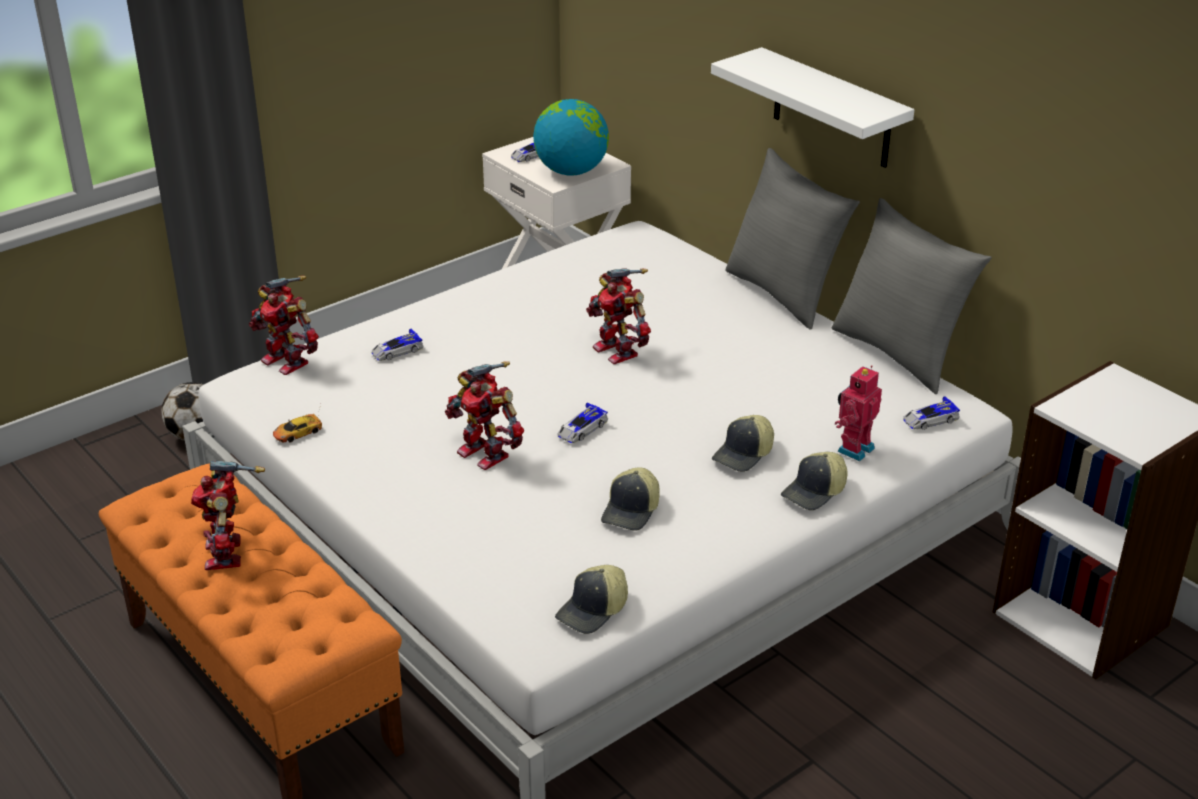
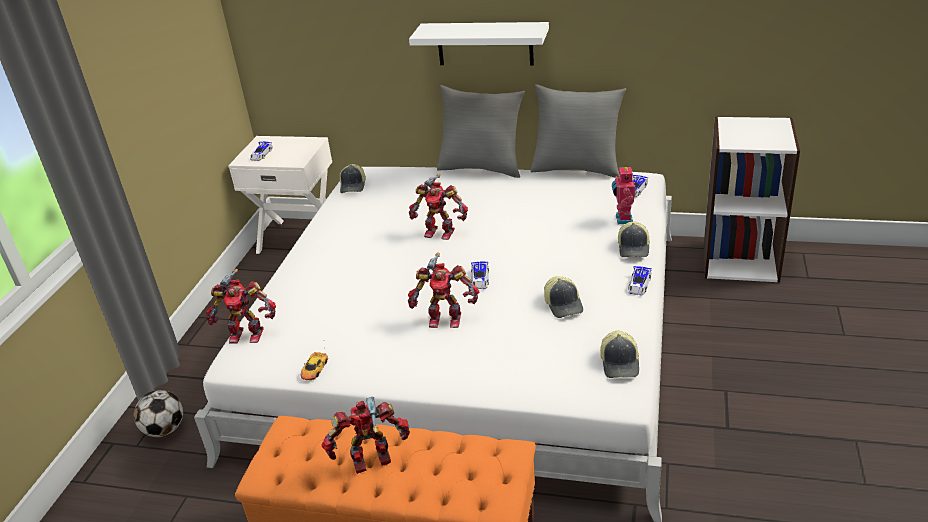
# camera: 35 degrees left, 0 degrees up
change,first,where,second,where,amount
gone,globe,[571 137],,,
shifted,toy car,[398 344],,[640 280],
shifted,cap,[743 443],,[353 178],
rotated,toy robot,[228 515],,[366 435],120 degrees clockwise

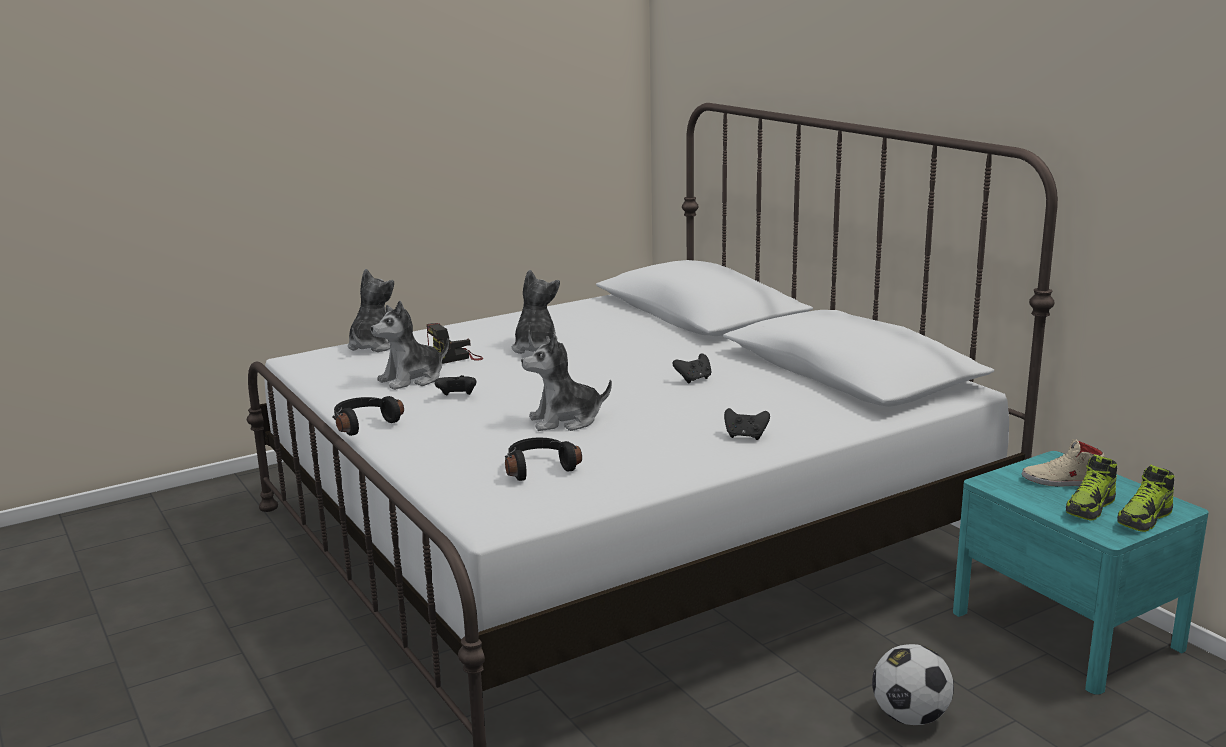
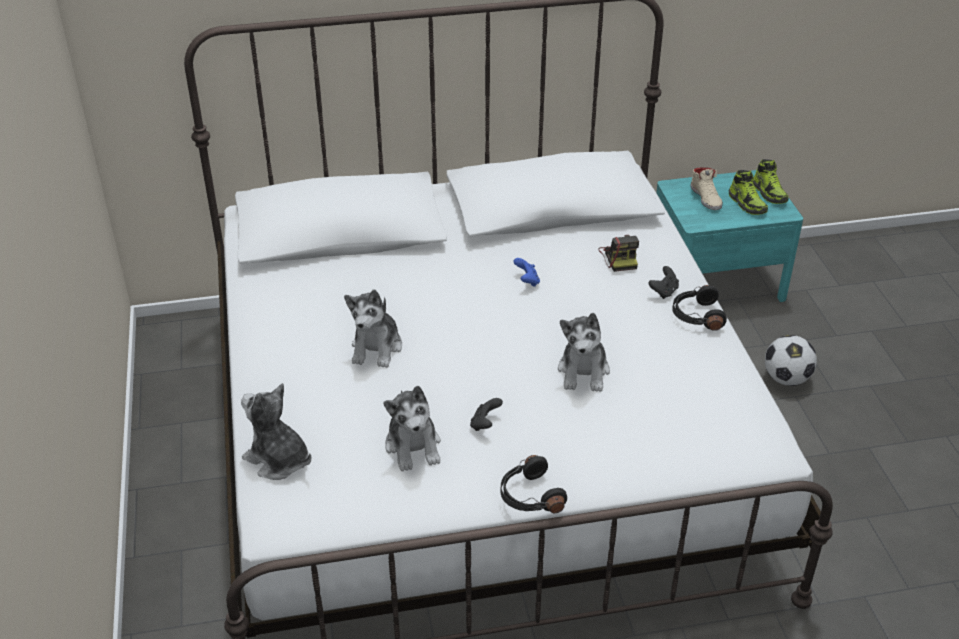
# camera: 70 degrees left, 20 degrees up
change,first,where,second,where,amount
shifted,photo camera,[455 343],,[618 253],
shifted,headphones/black,[543 459],,[699 308],
repainted,game controller/black,[692 368],game controller/blue,[526 272],
rotated,plush toy,[535 312],,[373 328],105 degrees counterclockwise
rotated,shoe/beige,[1064 463],,[707 188],45 degrees counterclockwise

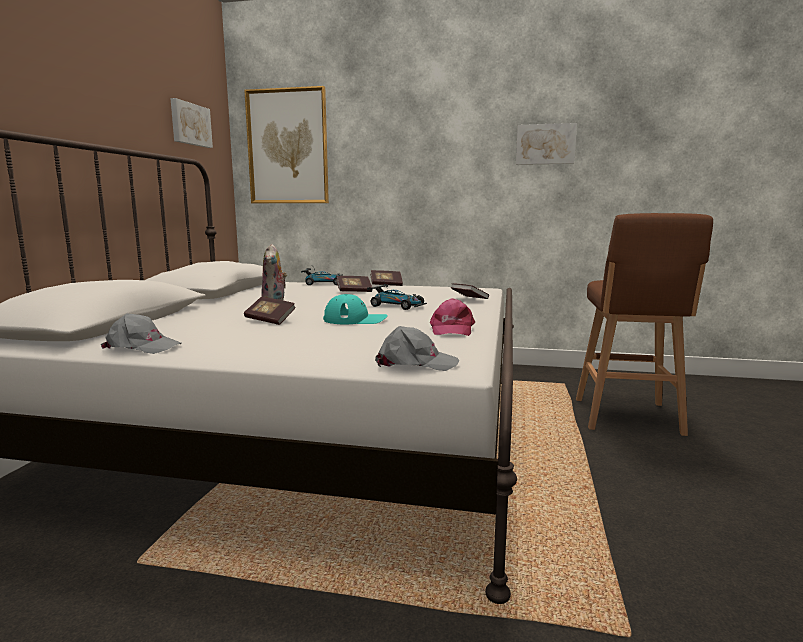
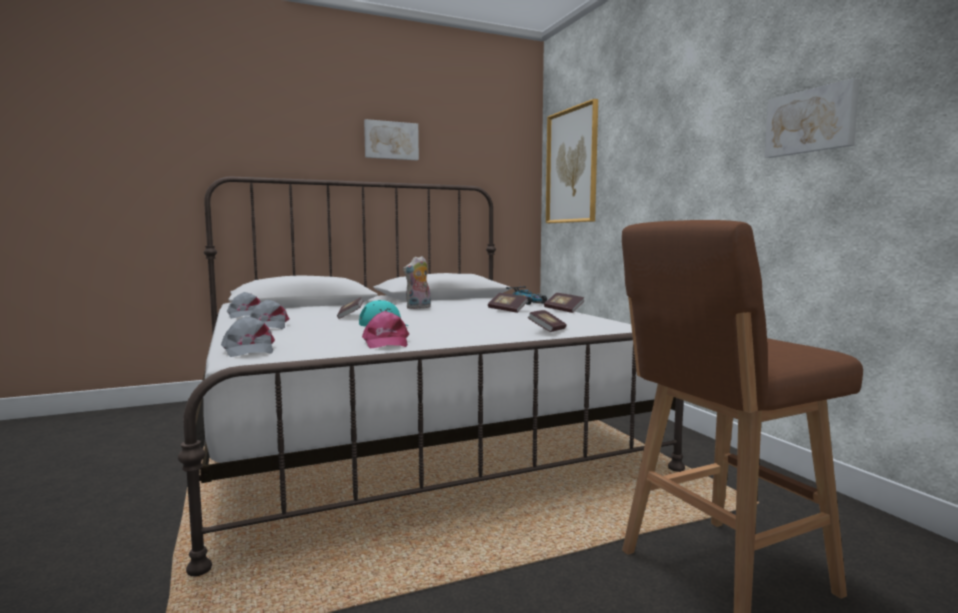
# camera: 55 degrees right, 5 degrees down
change,first,where,second,where,amount
gone,toy car,[397 296],,,
new,,,cap/grey,[270 314],
shifted,picture,[191 123],,[391 139],
rotated,cap/pink,[452 317],,[385 330],75 degrees counterclockwise

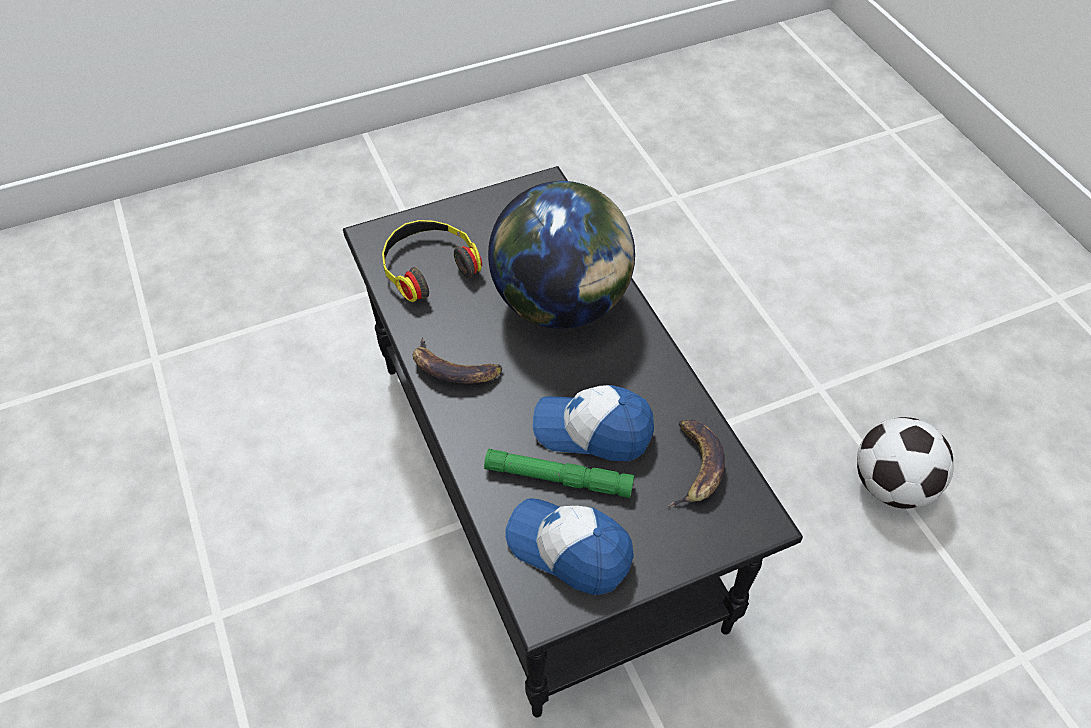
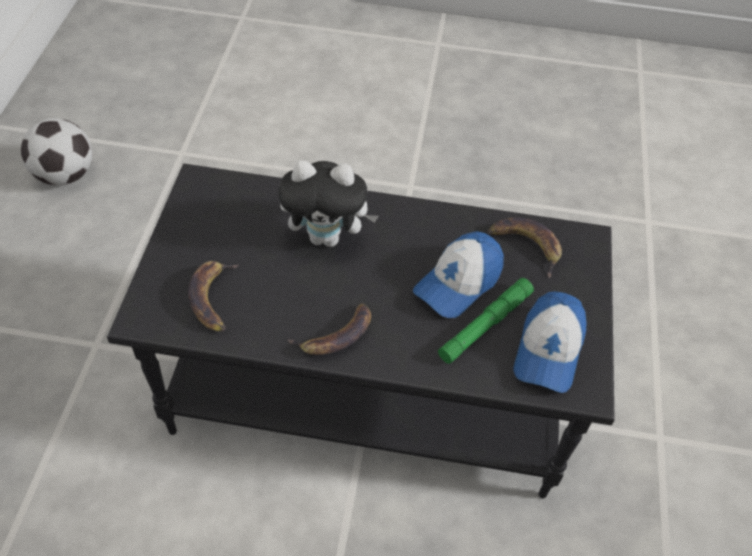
# camera: 60 degrees left, 0 degrees up
change,first,where,second,where,amount
shifted,football,[905 463],,[56 152],
swapped,headphones,[432 261],banana,[213 296],
swapped,globe,[561 255],plush toy,[329 203],
rotated,cap,[569 546],,[550 342],45 degrees counterclockwise

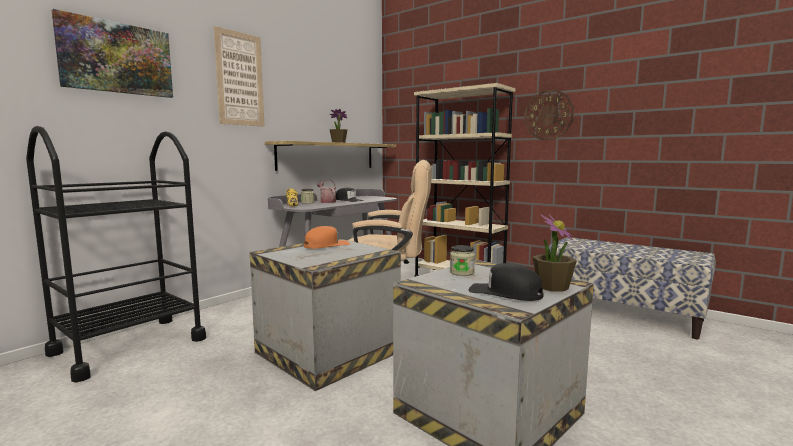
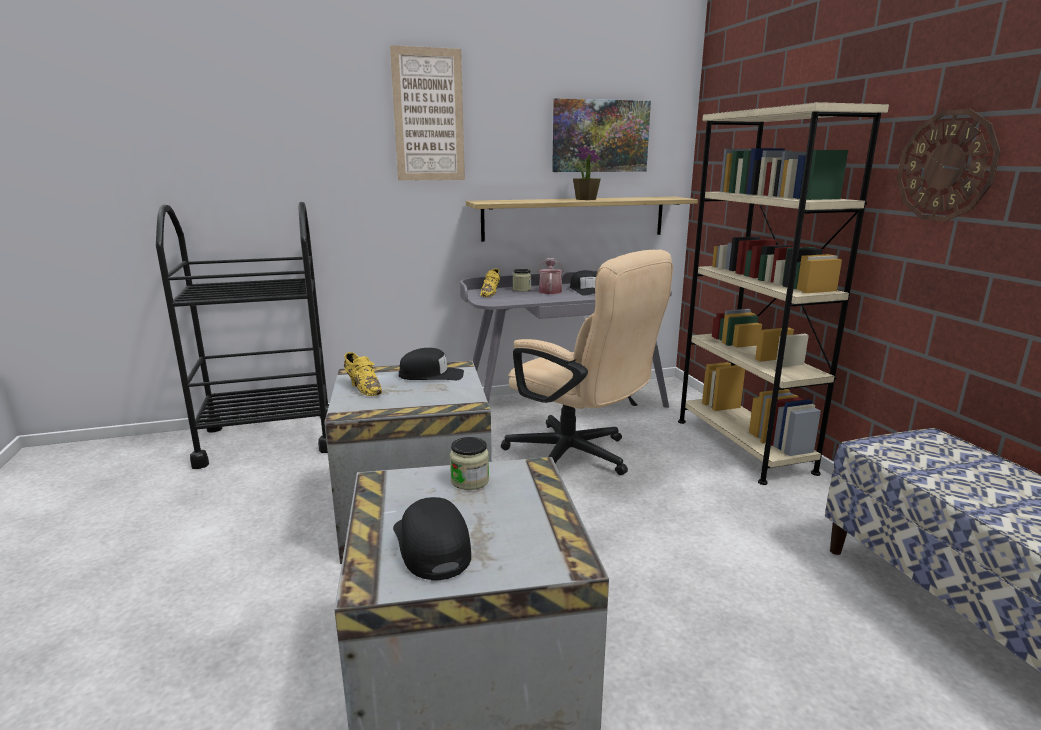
# camera: 35 degrees right, 10 degrees up
change,first,where,second,where,amount
gone,potted plant,[555 253],,,
new,,,shoe/yellow,[363 374],
shifted,picture,[112 53],,[601 135],
repainted,cap/orange,[327 237],cap/black,[431 364],

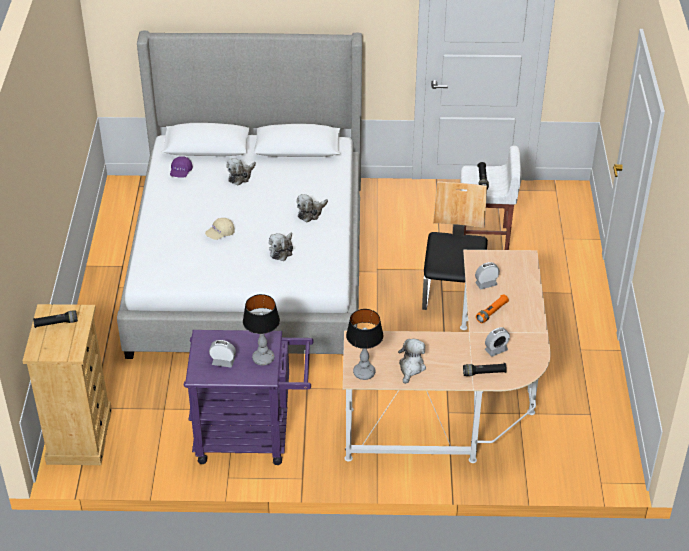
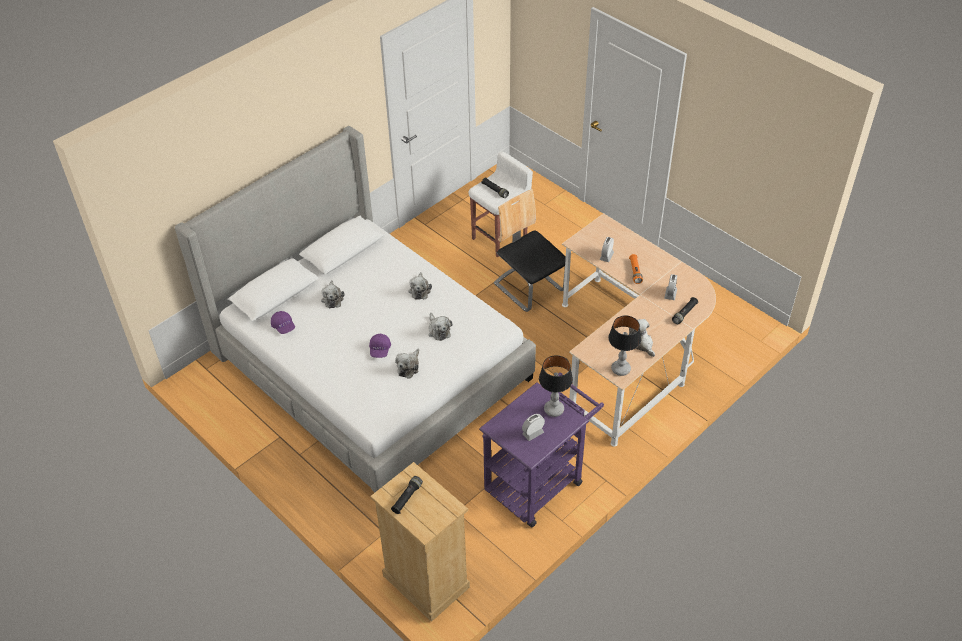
# camera: 45 degrees left, 5 degrees up
change,first,where,second,where,amount
new,,,plush toy,[407 364],
repainted,cap/beige,[220 229],cap/purple,[380 346],

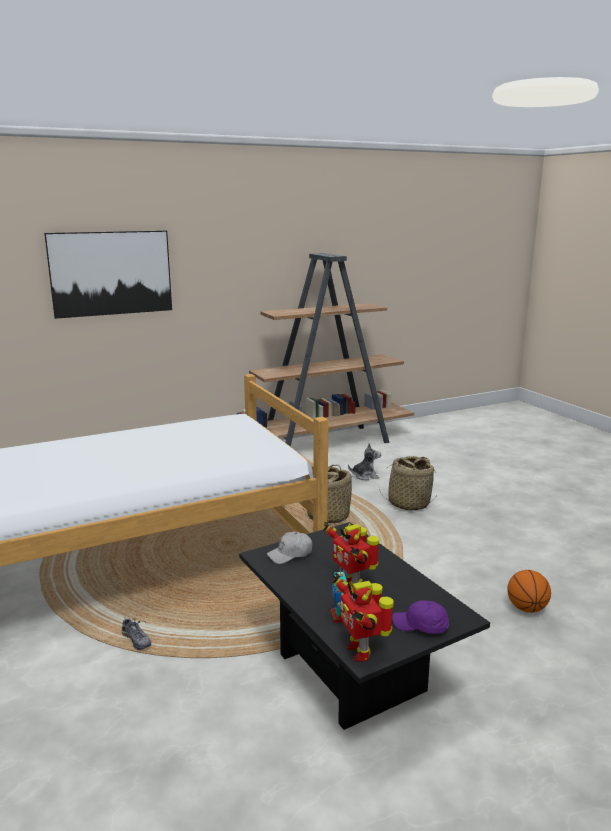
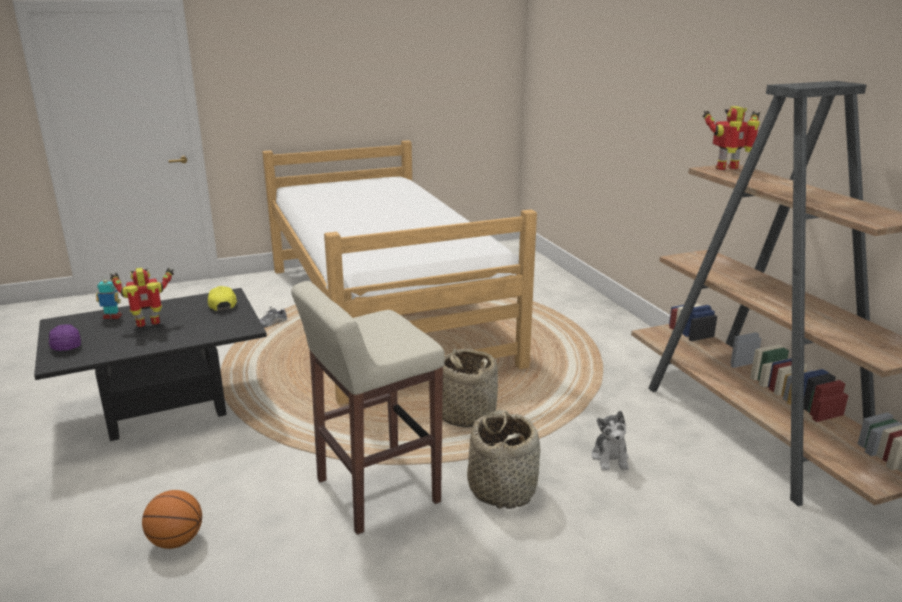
# camera: 95 degrees right, 5 degrees up
change,first,where,second,where,amount
gone,picture,[108 275],,,
new,,,stool/beige,[368 408],
shifted,toy robot,[363 617],,[731 138],
repainted,cap/white,[290 548],cap/yellow,[222 298],
rotated,cap/purple,[420 617],,[65 337],60 degrees counterclockwise

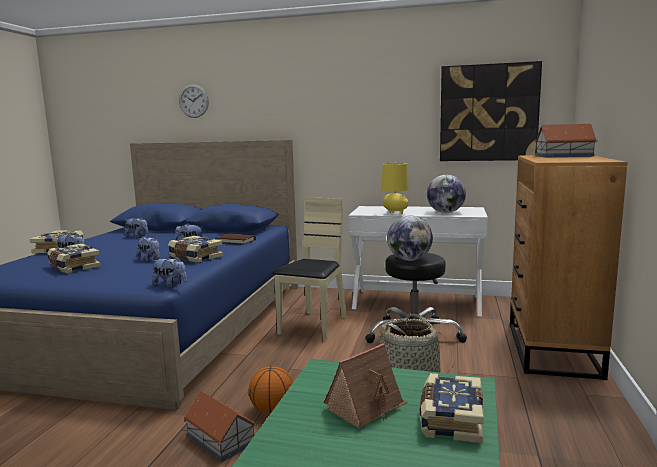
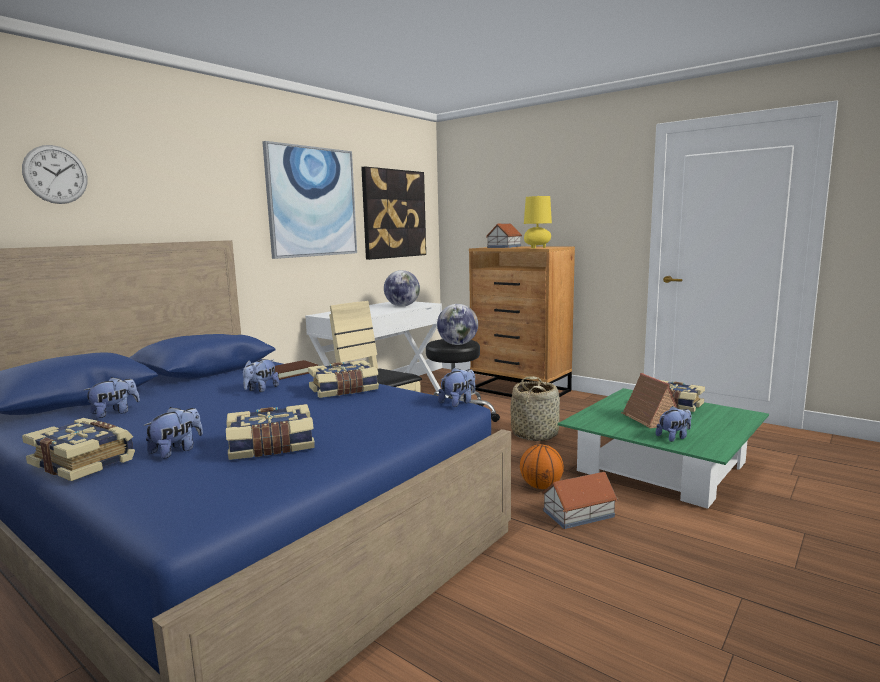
# camera: 65 degrees left, 0 degrees up
change,first,where,second,where,amount
new,,,picture,[309 200],
shifted,plush toy,[147 249],,[674 424],
shifted,table lamp/yellow,[395 189],,[538 222],

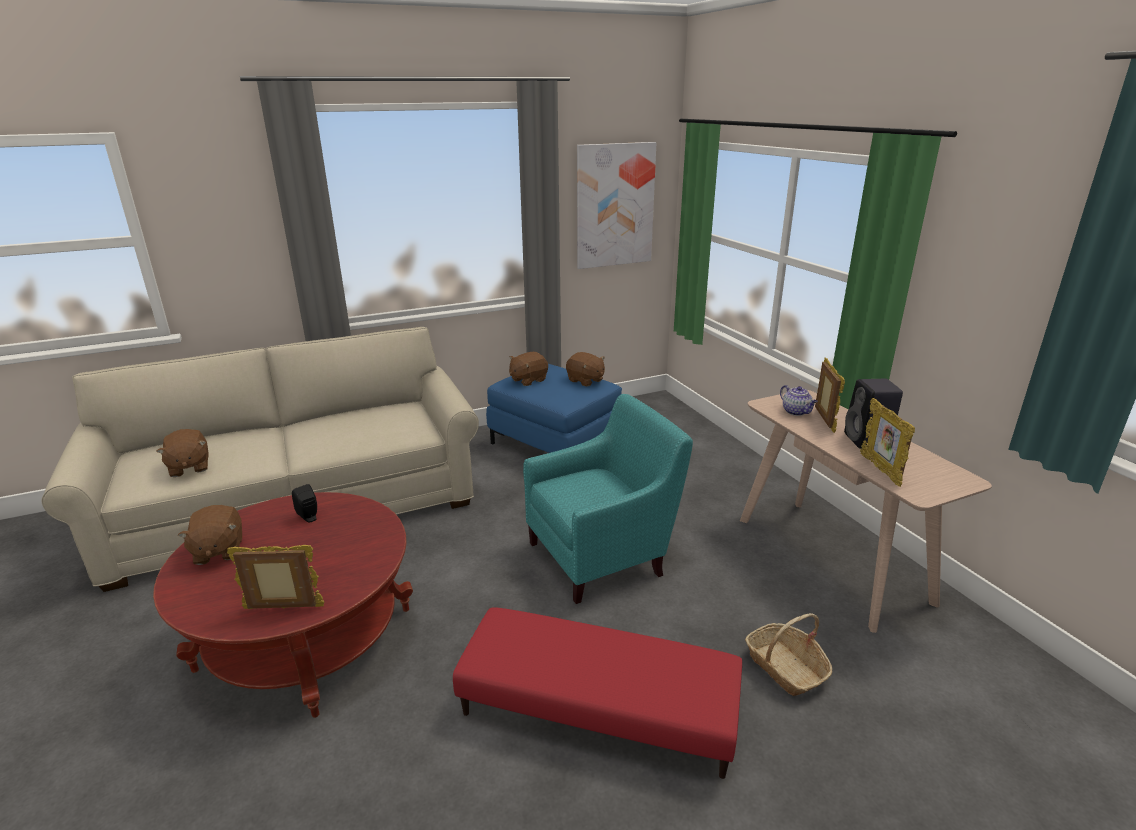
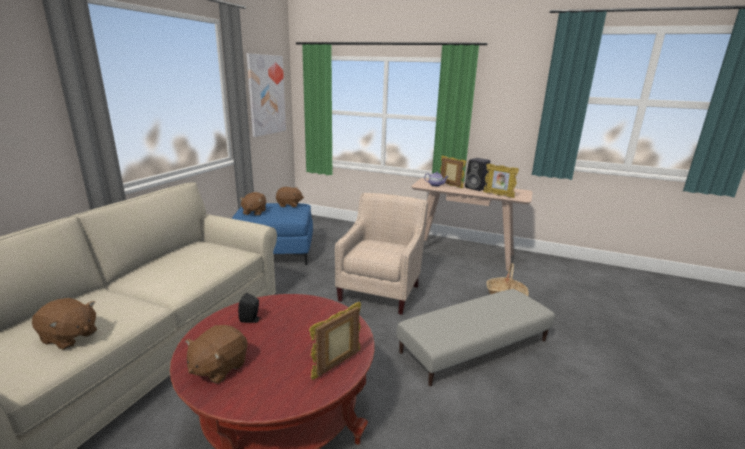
# camera: 45 degrees left, 5 degrees down
change,first,where,second,where,amount
repainted,ottoman/red,[597 693],ottoman/grey,[476 337],
repainted,armchair/turquoise,[608 499],armchair/beige,[381 254],
rotated,plush toy/brown,[210 535],,[216 354],90 degrees clockwise

